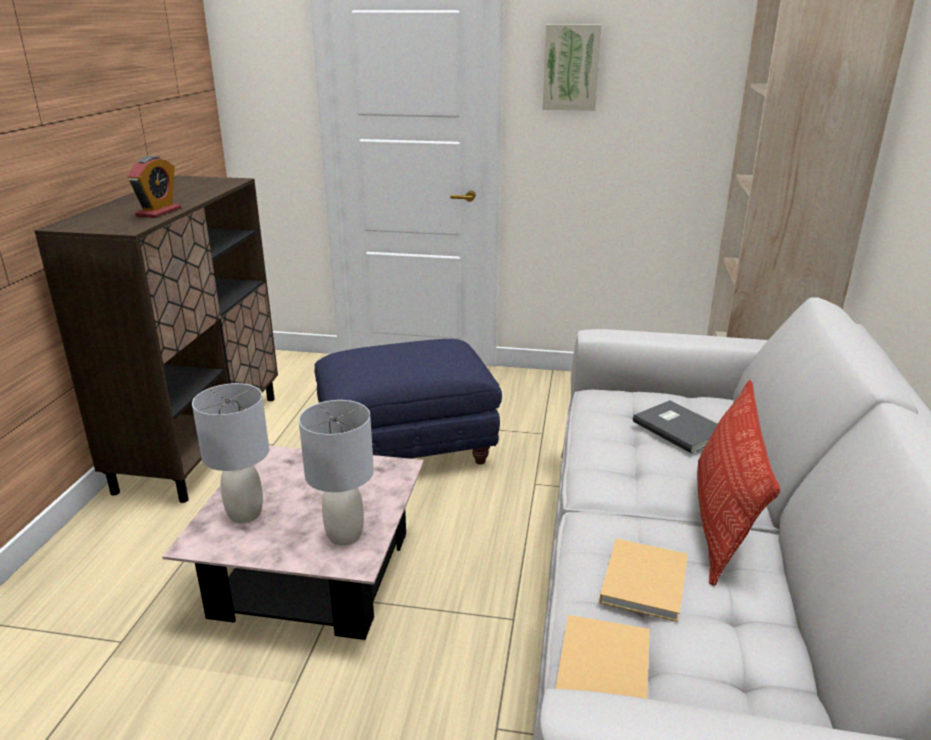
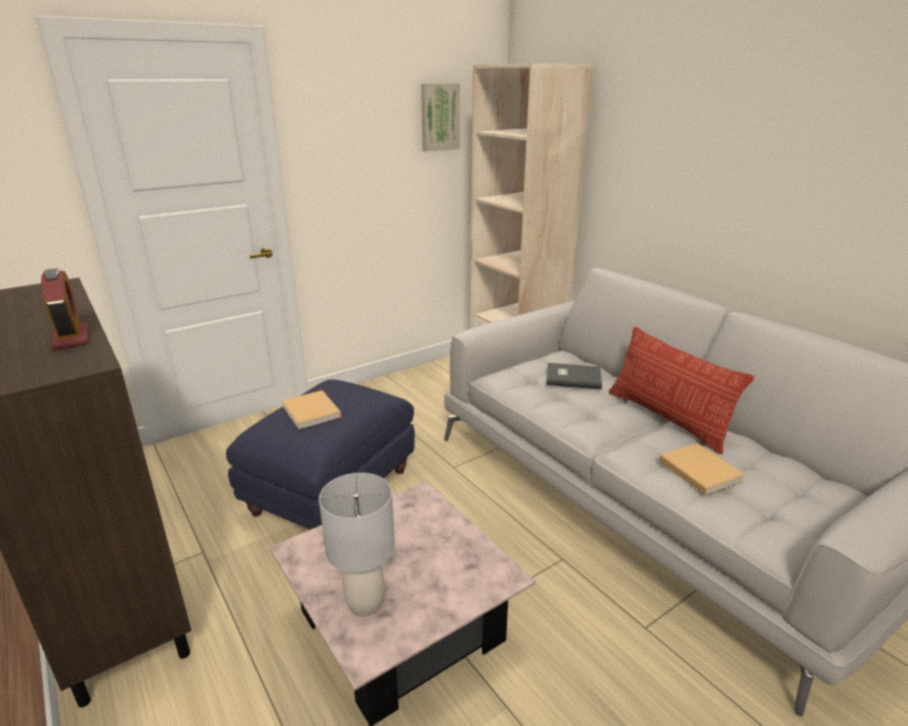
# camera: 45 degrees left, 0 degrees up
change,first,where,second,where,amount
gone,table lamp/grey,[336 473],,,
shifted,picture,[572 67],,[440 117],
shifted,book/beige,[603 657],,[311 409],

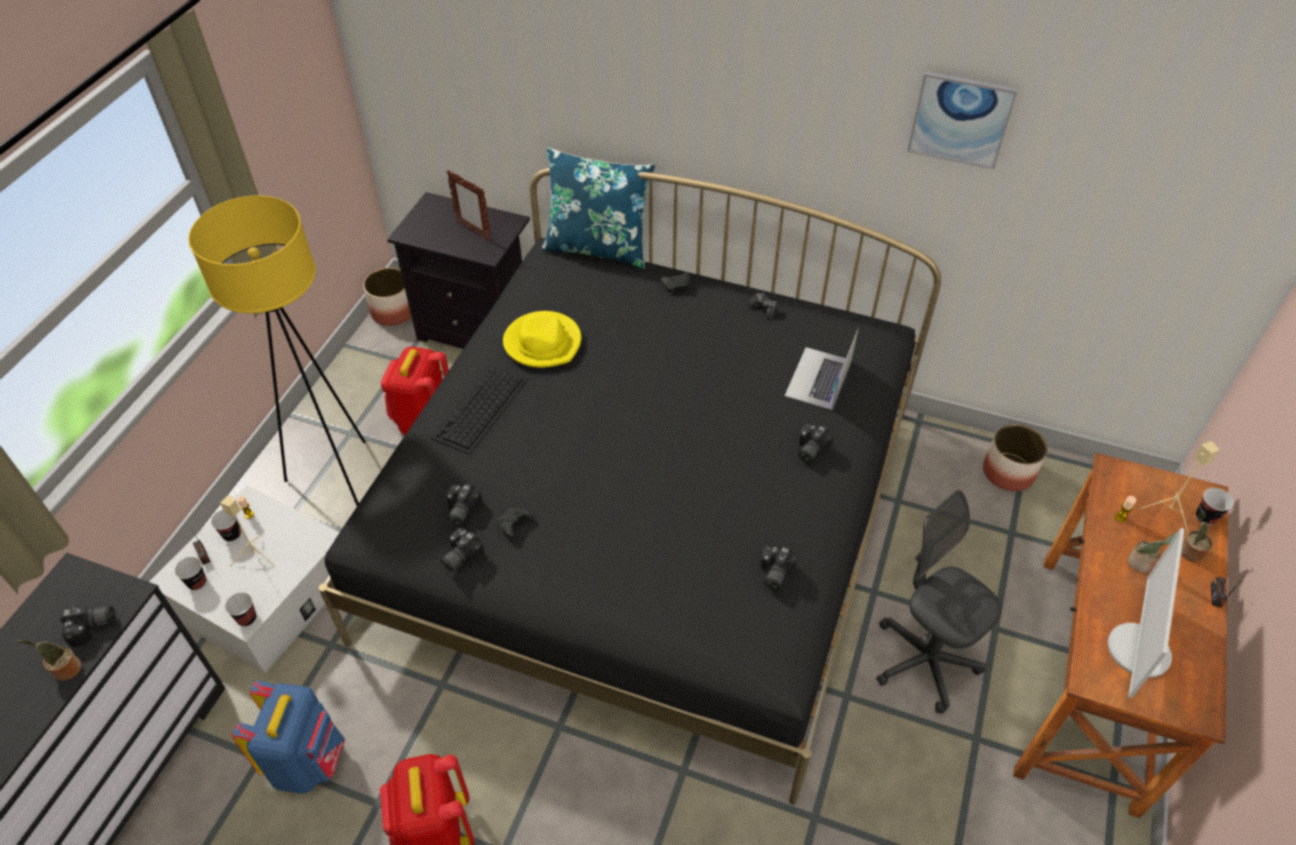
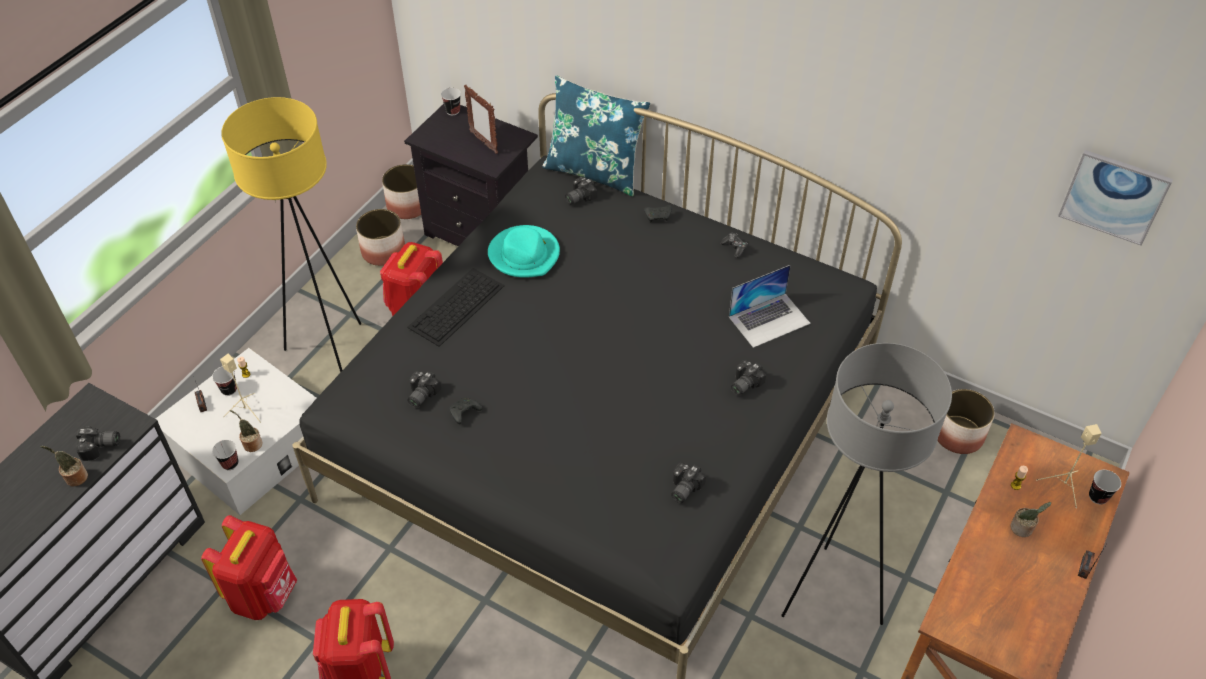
# camera: 10 degrees right, 0 degrees up
change,first,where,second,where,amount
gone,monitor,[1146 613],,,
new,,,planter,[380 237],
shifted,cup,[190 573],,[451 101],
shifted,photo camera,[463 549],,[581 190],
shifted,picture,[962 120],,[1115 197],
shifted,potted plant,[1196 537],,[245 431],
swapped,office chair/grey,[939 602],floor lamp/grey,[866 484],
repainted,backpack/blue,[288 737],backpack/red,[249 567],
repainted,hat/yellow,[542 339],hat/turquoise,[524 251],
rotated,laptop,[822 369],,[770 306],150 degrees counterclockwise

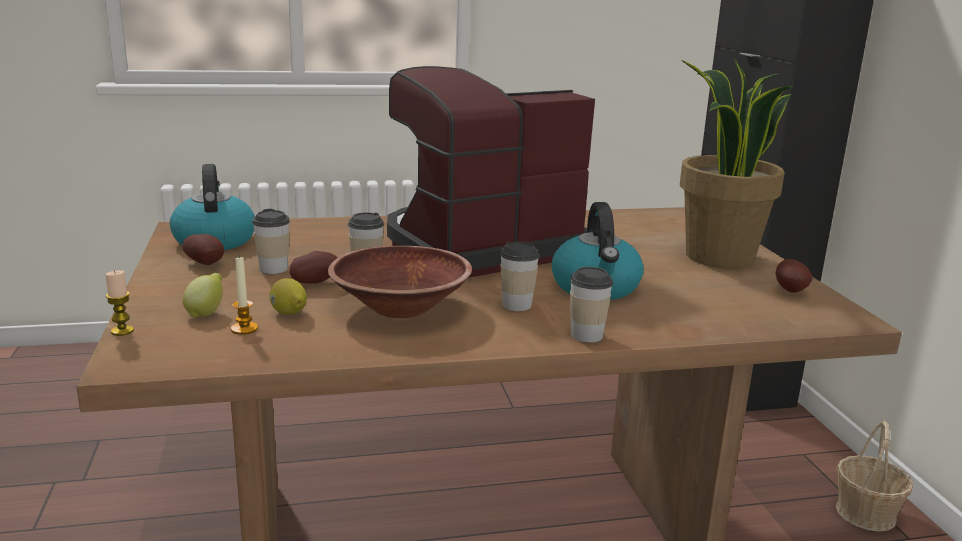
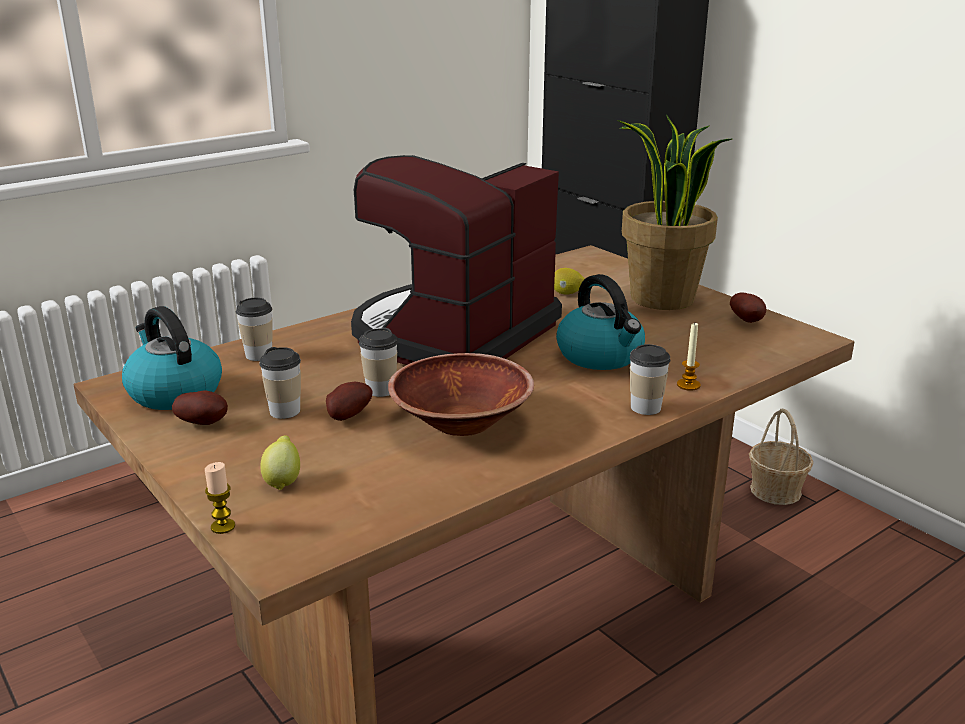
# camera: 25 degrees left, 5 degrees up
change,first,where,second,where,amount
shifted,candle,[244 295],,[689 357],
shifted,lemon,[288 296],,[569 281],
shifted,cup,[520 276],,[254 329],

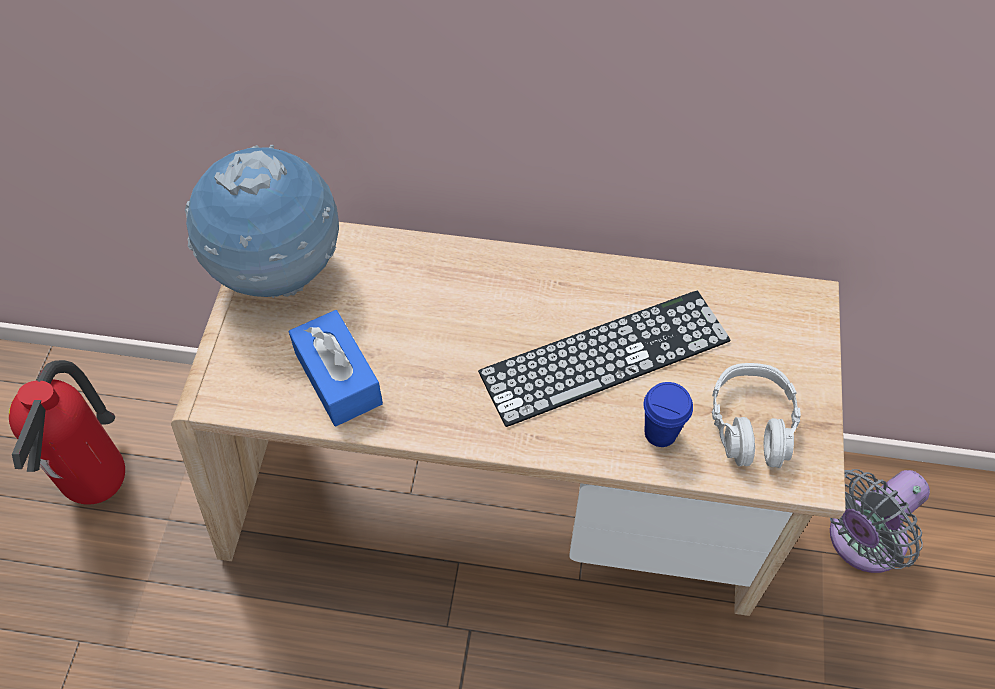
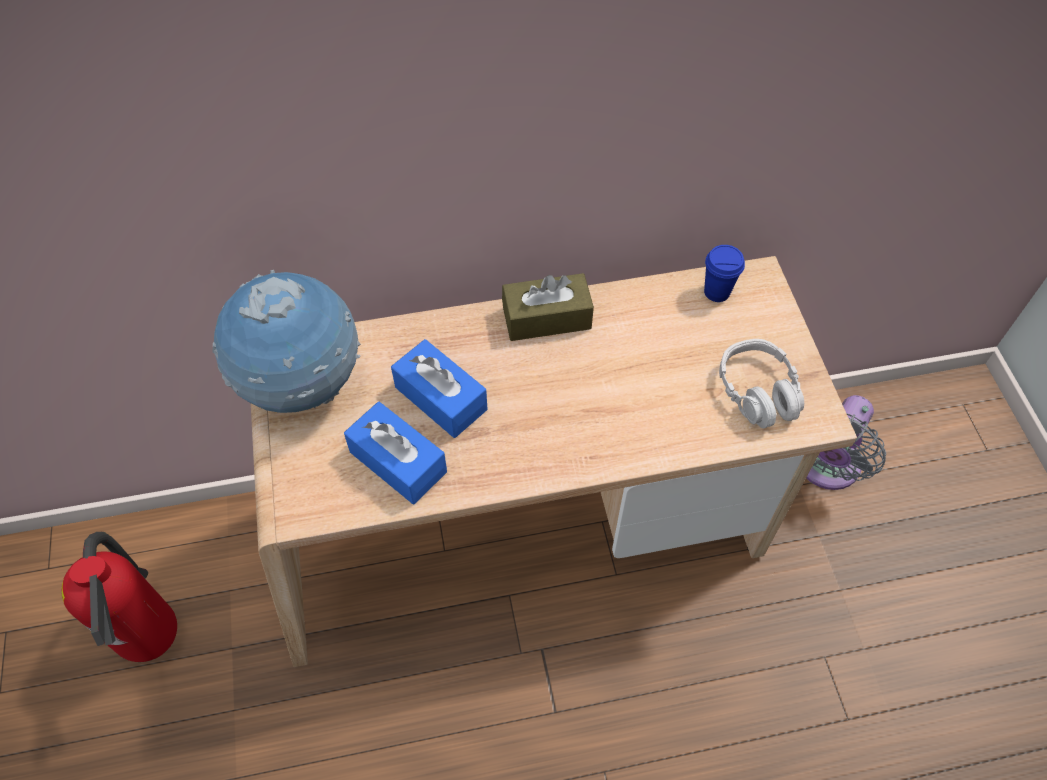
# camera: 20 degrees left, 0 degrees up
change,first,where,second,where,amount
gone,keyboard,[604 359],,,
new,,,tissue box/blue,[439 388],
new,,,tissue box/brown,[548 307],
shifted,cup/blue,[668 414],,[724 273],

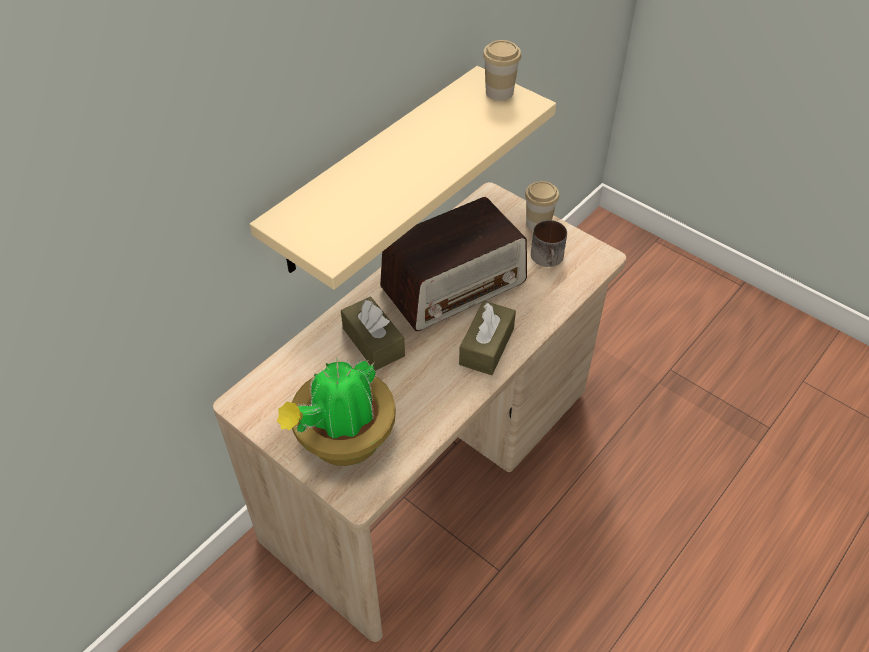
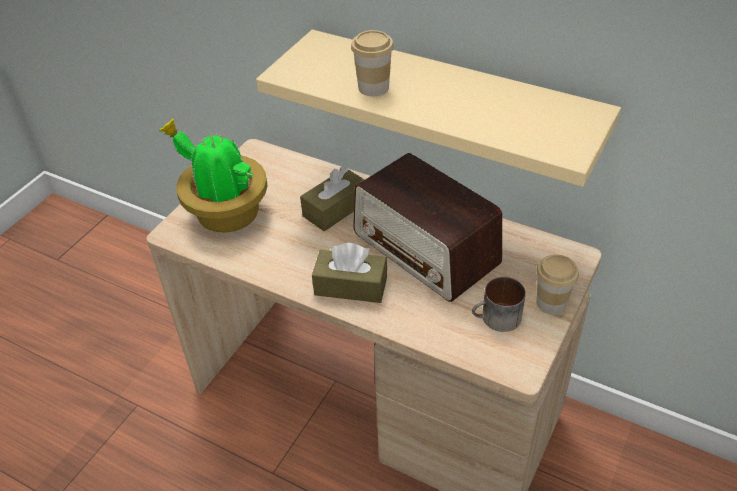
# camera: 80 degrees right, 5 degrees down
change,first,where,second,where,amount
shifted,cup,[502 70],,[372 63],

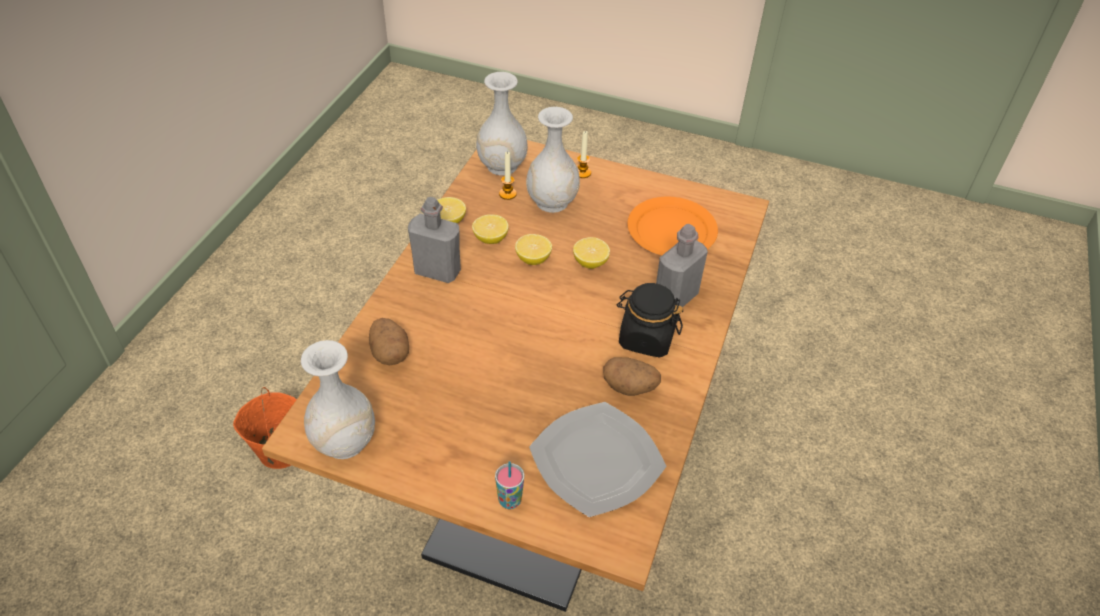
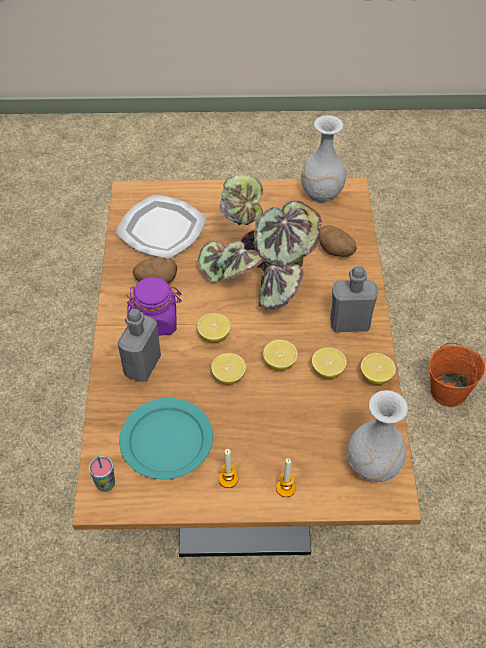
# camera: 160 degrees right, 5 degrees up
change,first,where,second,where,amount
gone,vase/white,[553 160],,,
new,,,lemon,[214 328],
new,,,potted plant,[260 241],
shifted,cup,[509 485],,[102 474],
shifted,candle,[508 175],,[228 468],
repainted,jar/black,[650 320],jar/purple,[154 306],
repainted,plate/orange,[672 226],plate/turquoise,[166 439],

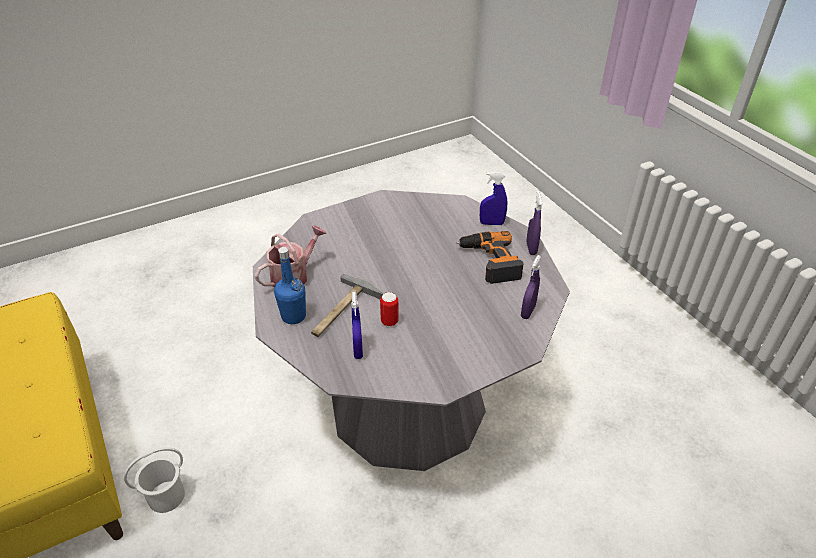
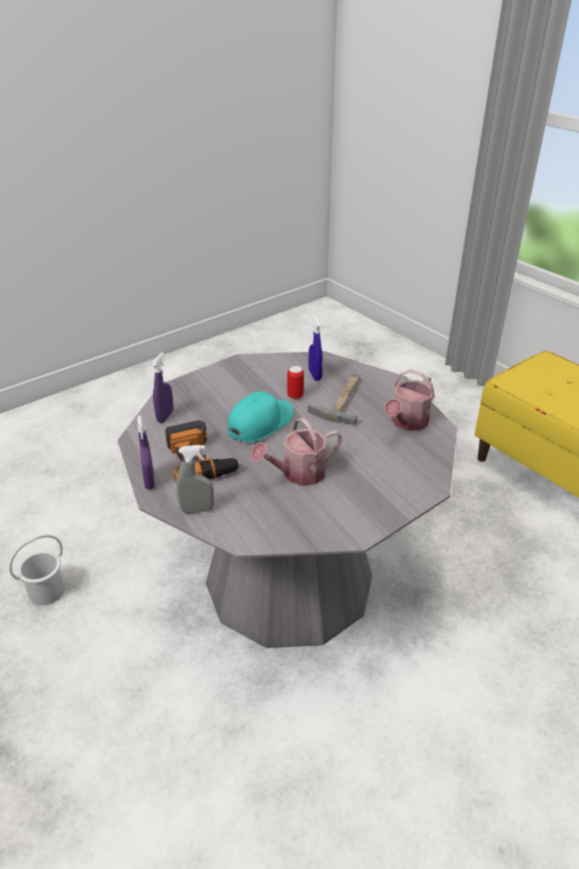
# camera: 170 degrees right, 5 degrees down
change,first,where,second,where,amount
gone,bottle/blue,[290 285],,,
new,,,cap/turquoise,[260 416],
new,,,watering can,[296 452],
shifted,bucket/white,[154 480],,[37 569],
repainted,spray bottle/blue,[493 198],spray bottle/grey,[195 479],

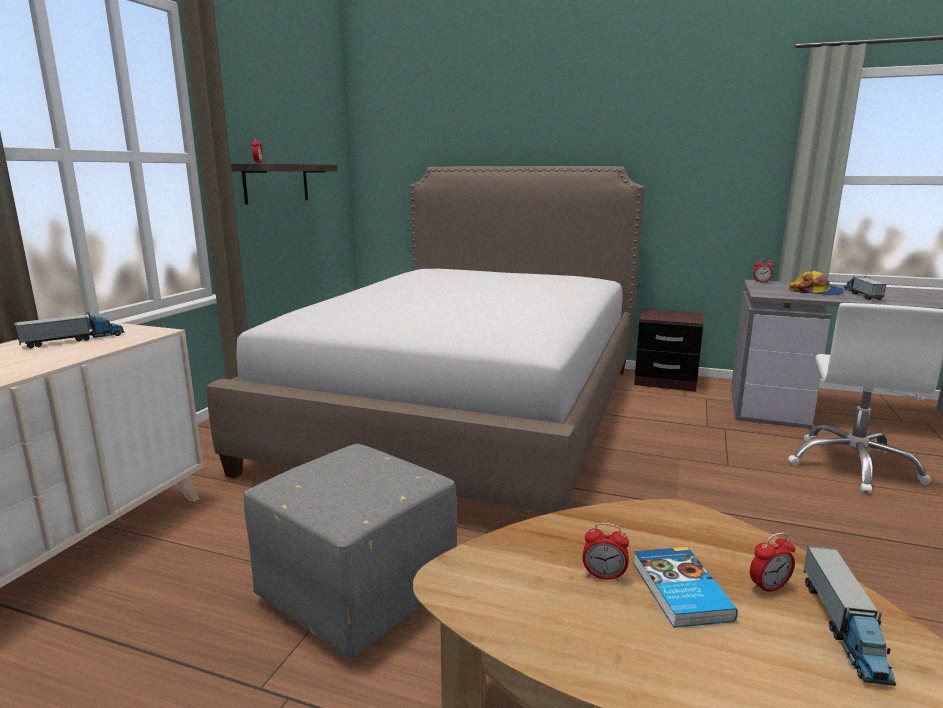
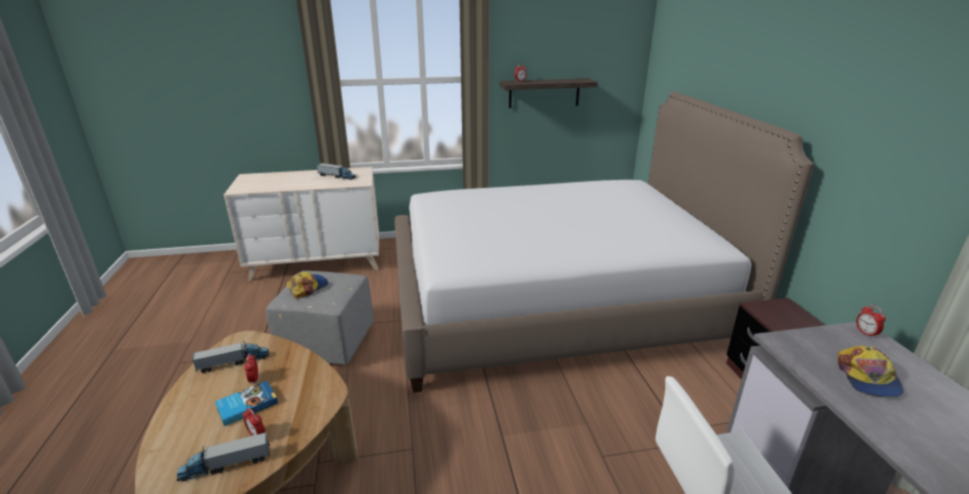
# camera: 60 degrees right, 10 degrees up
change,first,where,second,where,amount
new,,,cap,[307 285],
shifted,toy truck,[865 288],,[230 357],

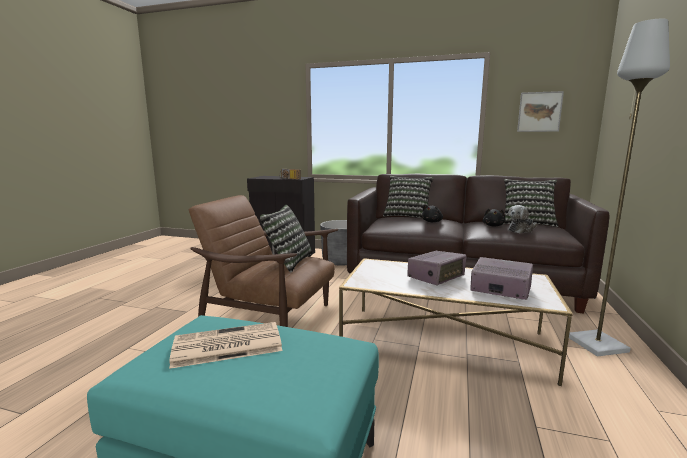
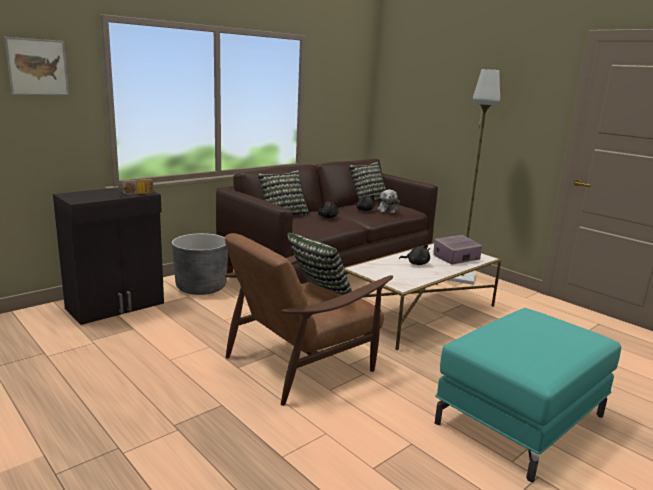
# camera: 60 degrees left, 5 degrees up
change,first,where,second,where,amount
gone,newspaper,[225 345],,,
shifted,picture,[540 111],,[37 66],
swapped,radio,[437 268],plush toy/black,[414 255],

